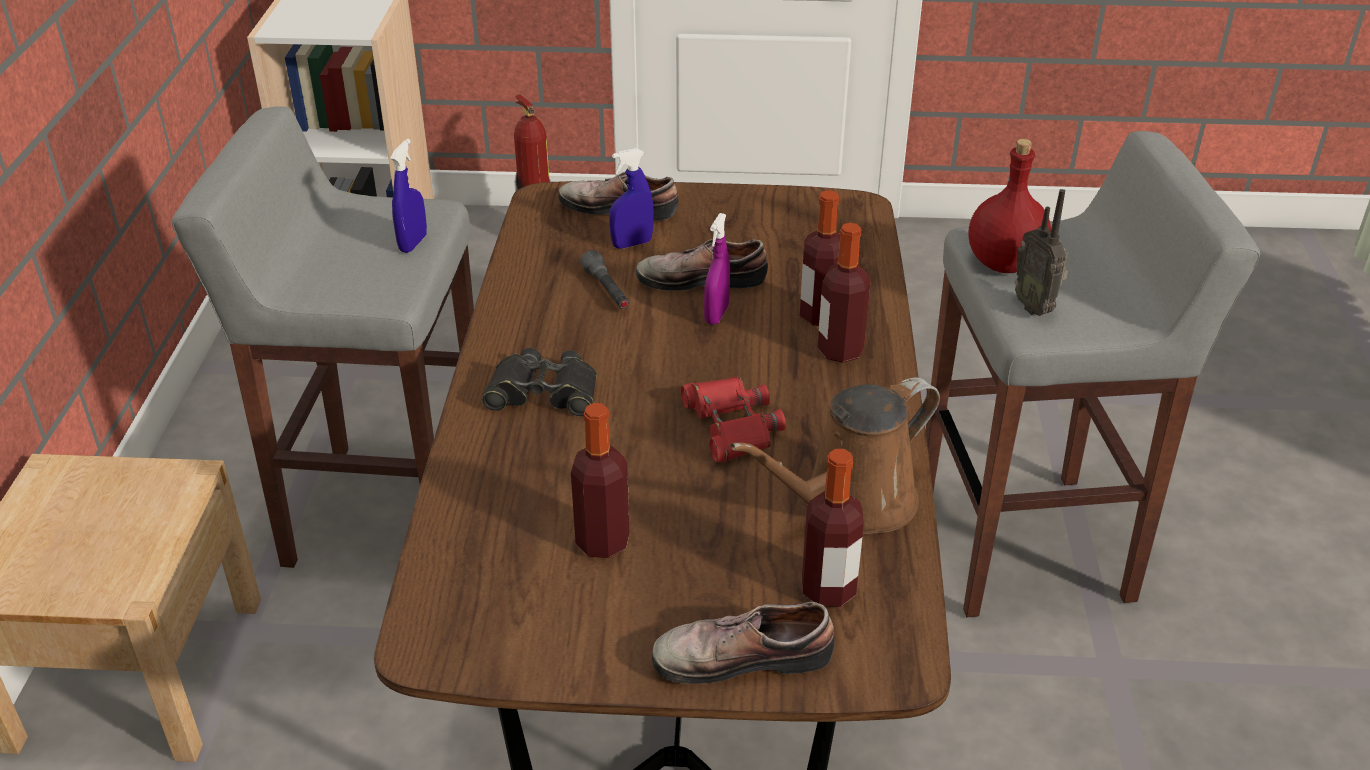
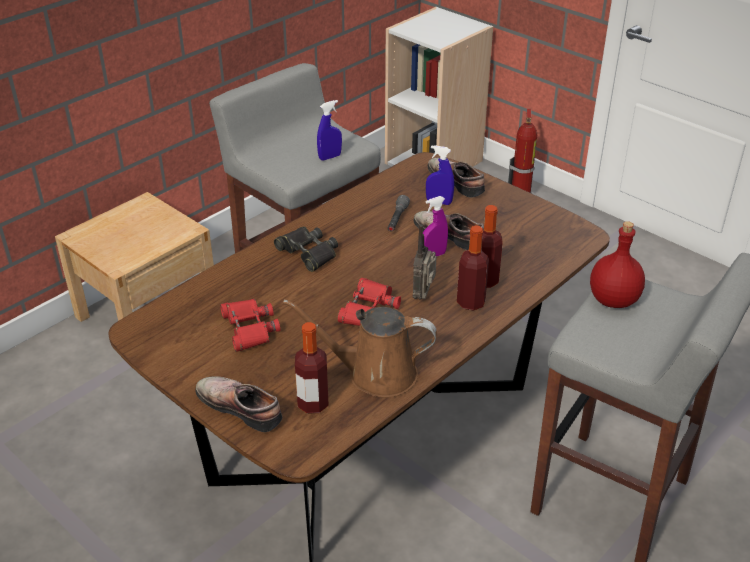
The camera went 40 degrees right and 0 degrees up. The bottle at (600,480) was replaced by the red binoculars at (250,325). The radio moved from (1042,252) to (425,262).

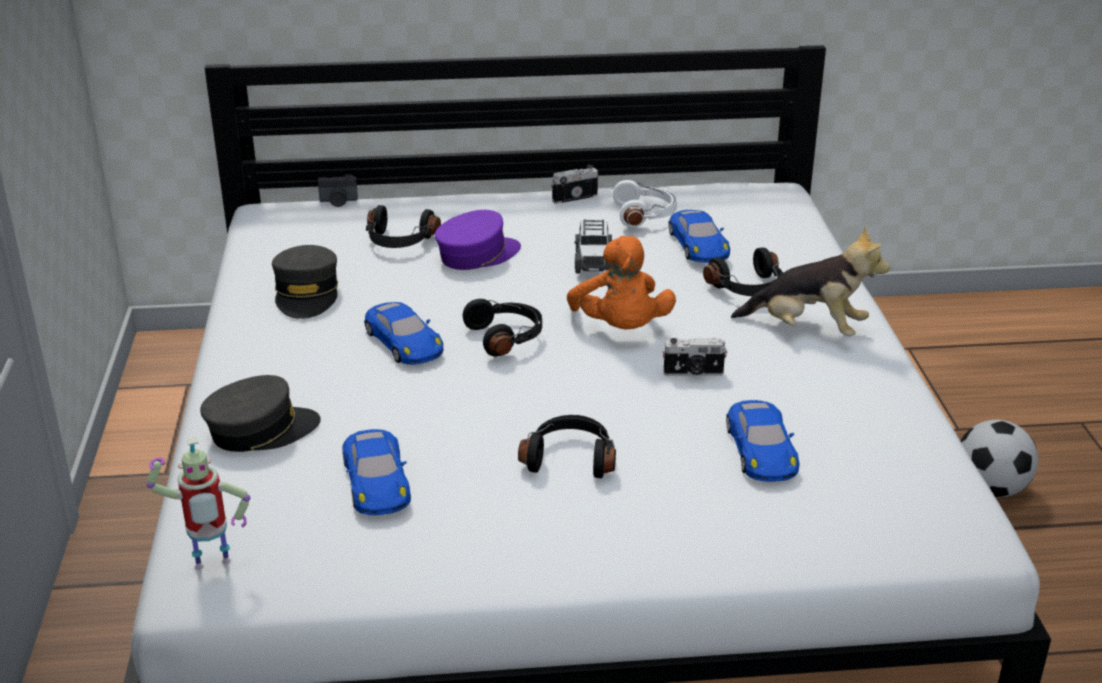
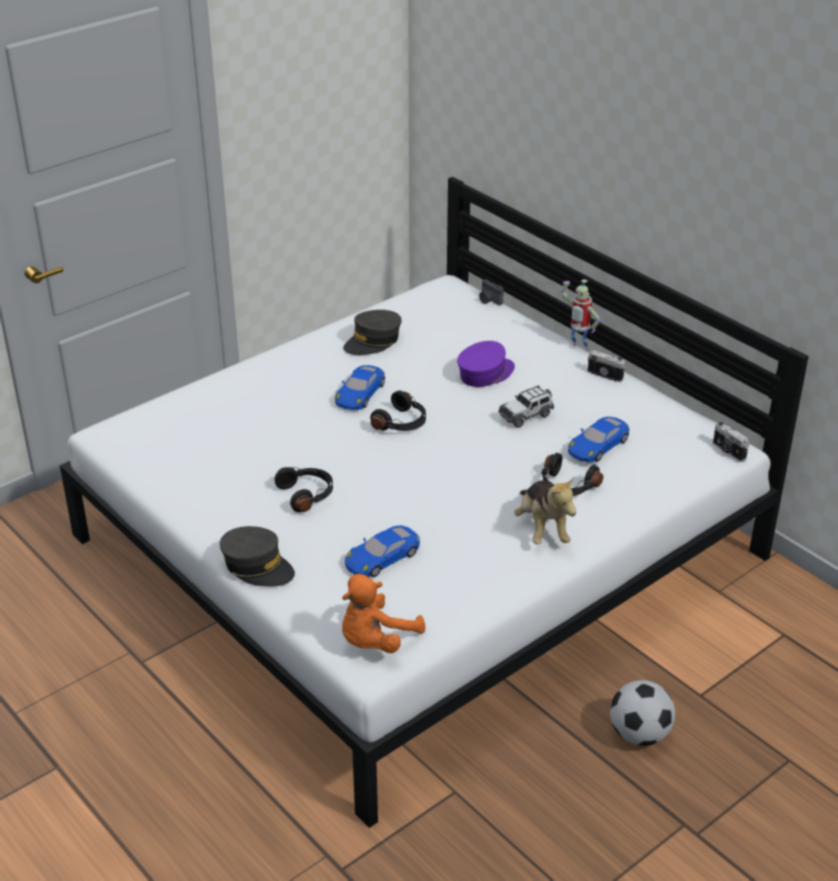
The camera went 55 degrees right and 5 degrees up. The toy robot moved from (199,503) to (580,314). The grey cap moved from (260,413) to (257,556). The blue toy car at (376,472) disappeared. The black headphones at (403,226) disappeared. The purple cap at (478,240) turned 60 degrees counterclockwise. The orange plush toy moved from (621,282) to (383,613). The white headphones at (645,203) disappeared. The photo camera moved from (694,357) to (731,442).

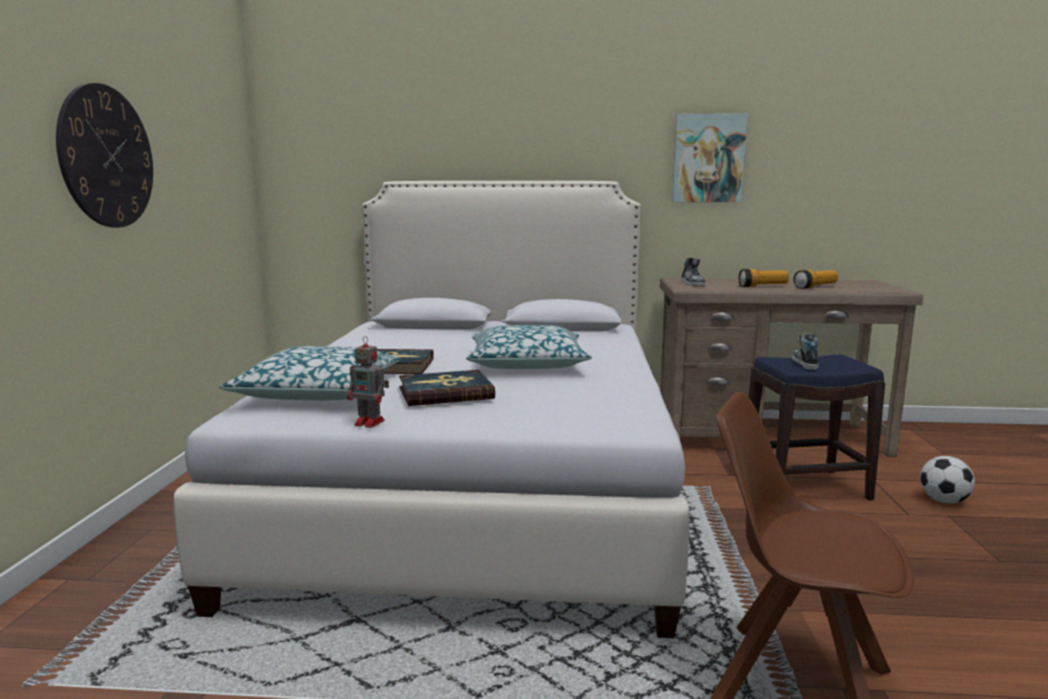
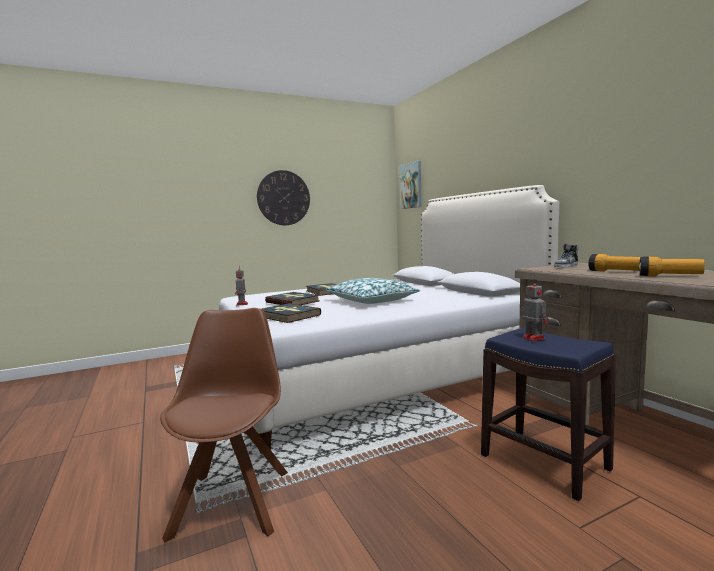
The camera went 60 degrees right and 5 degrees down. The pillow at (310,373) disappeared. The picture moved from (710,157) to (410,185). The shoe at (805,351) was replaced by the toy robot at (535,310). The football at (947,479) disappeared. The book at (291,313) appeared.

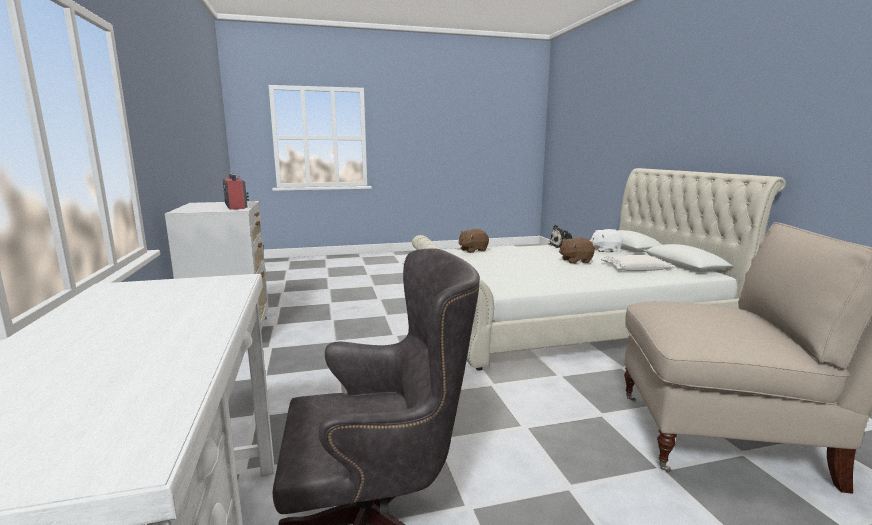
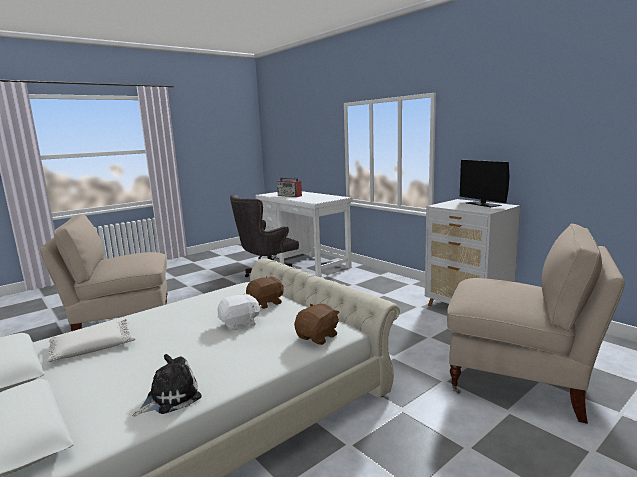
The camera went 155 degrees right and 0 degrees up. The radio moved from (236,190) to (289,187). The brown plush toy moved from (577,251) to (265,292). The white plush toy moved from (606,240) to (239,312). The beige chair at (536,323) appeared. The monitor at (485,183) appeared.

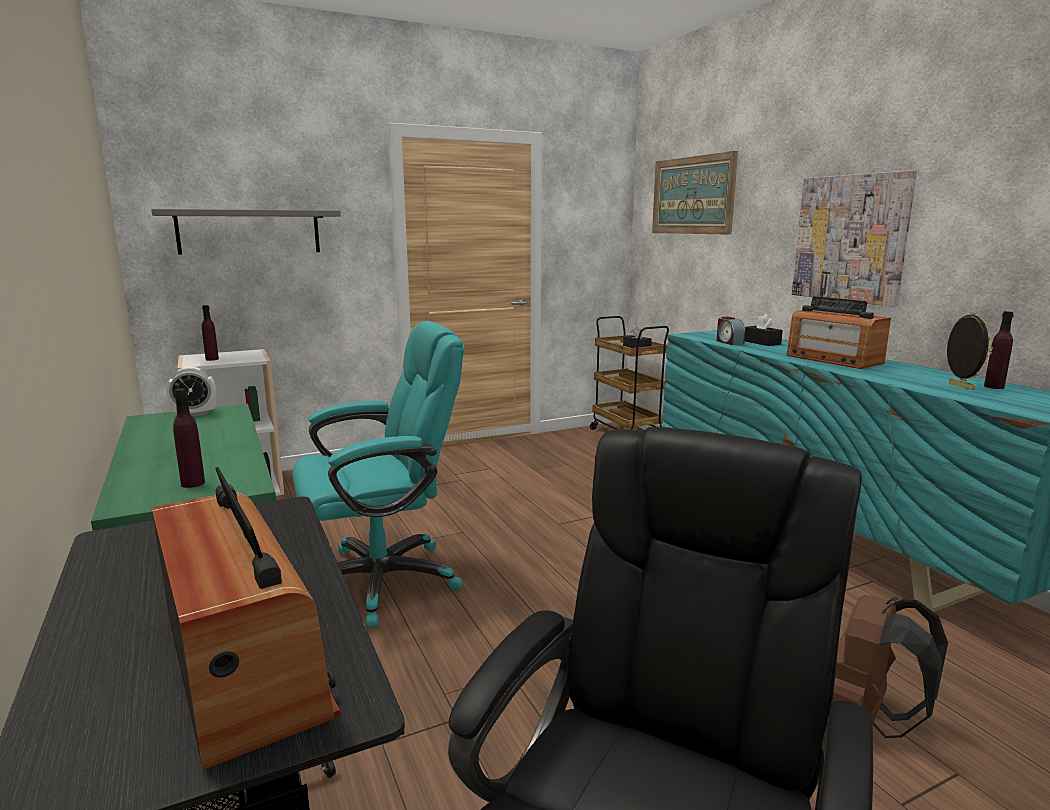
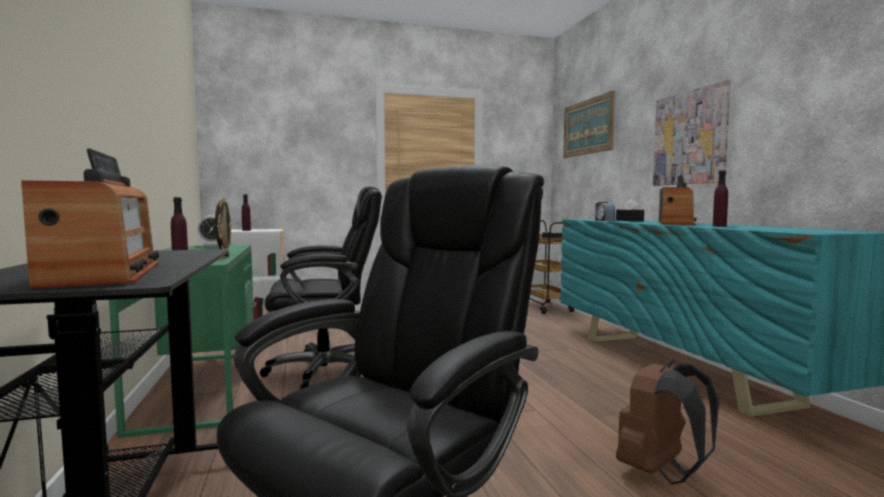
The camera went 10 degrees right and 10 degrees down. The grey shelf at (246,232) disappeared. The turquoise office chair at (378,474) became the black office chair at (320,287). The radio at (839,332) turned 135 degrees counterclockwise. The picture frame moved from (970,351) to (223,228). The purple bottle moved from (999,350) to (720,198).

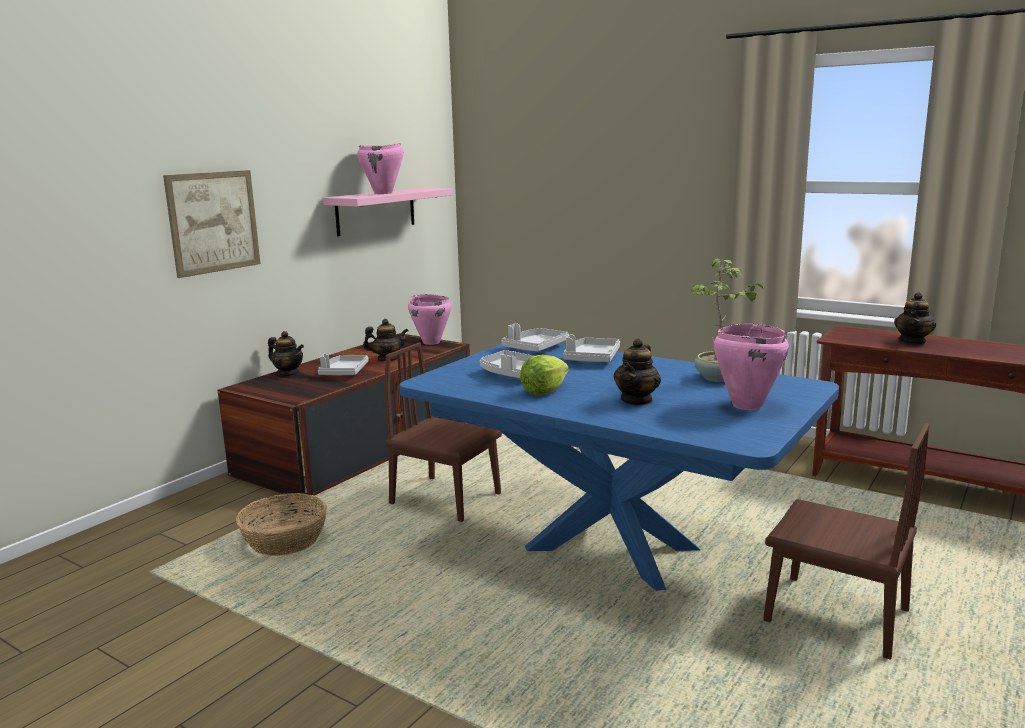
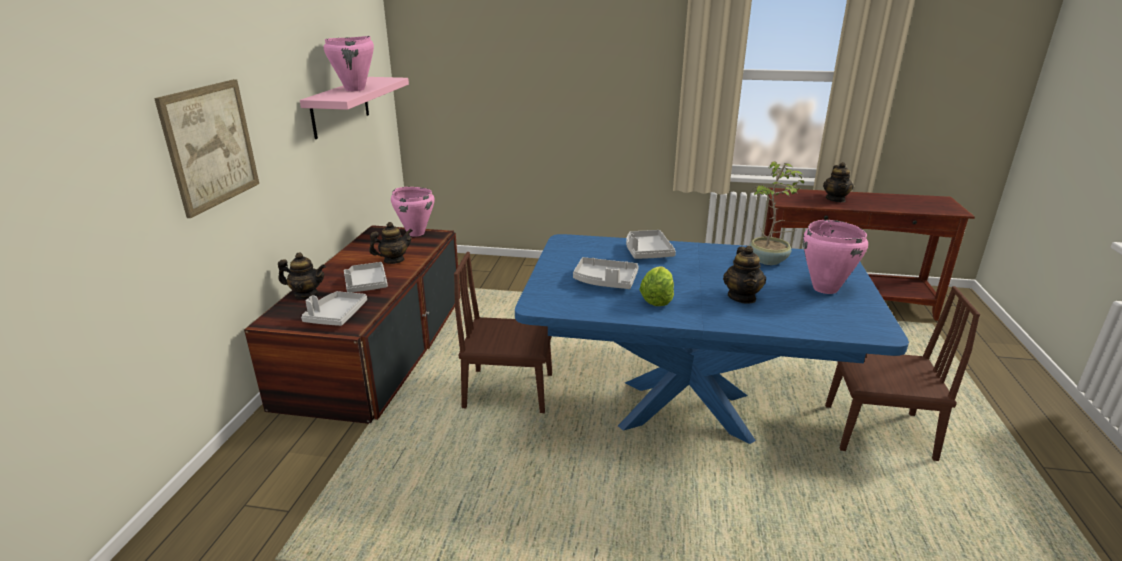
The camera went 25 degrees left and 10 degrees up. The basket at (281,524) disappeared. The grey tray moved from (535,337) to (334,308).

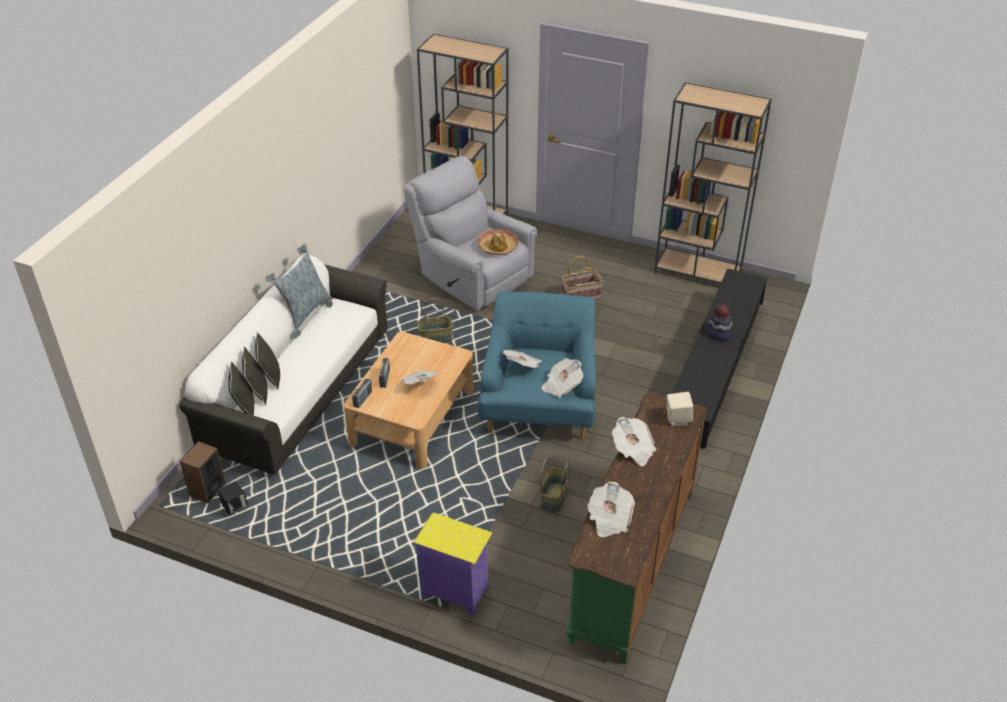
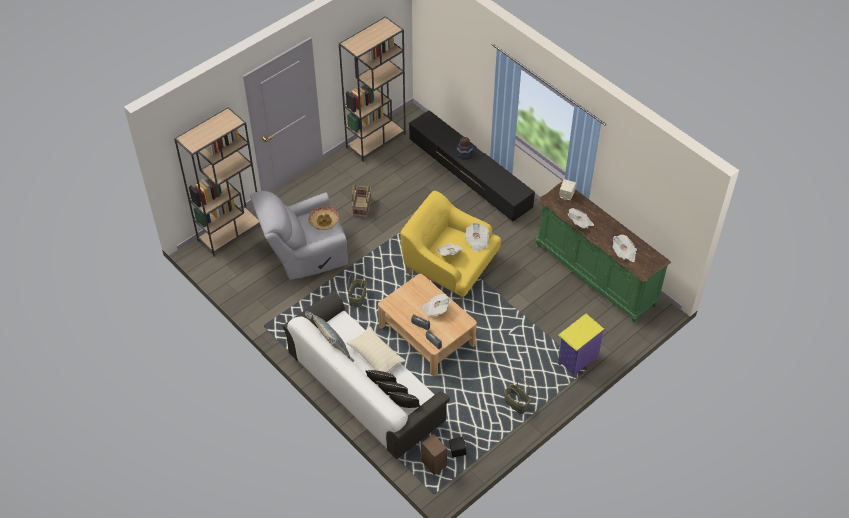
The camera went 65 degrees left and 10 degrees up. The blue armchair at (536,365) became the yellow armchair at (450,246). The basket moved from (555,485) to (517,396). The beige pillow at (376,349) appeared.

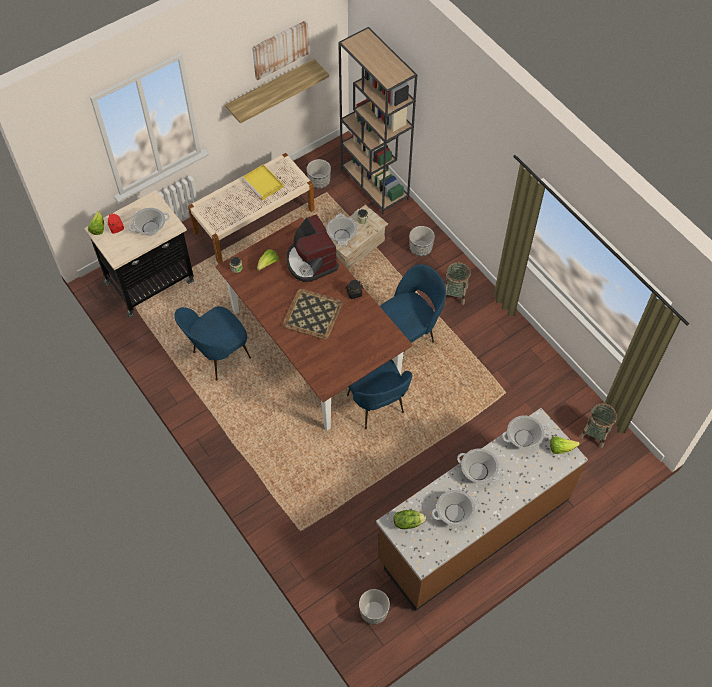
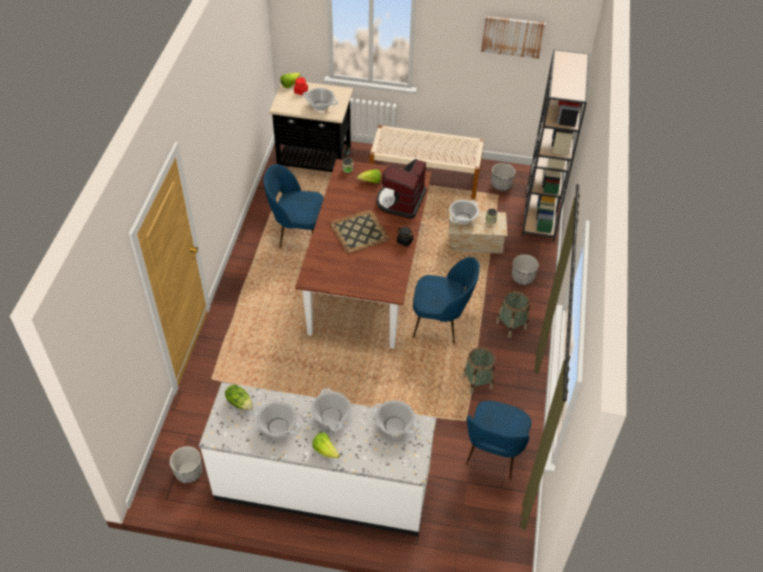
The camera went 45 degrees right and 10 degrees down. The shelf at (277,91) disappeared. The yellow tray at (262,182) disappeared. The blue chair moved from (379,394) to (499,440). The brown counter at (482,509) became the white counter at (317,459). The lettuce moved from (565,445) to (326,445). The basket moved from (598,425) to (479,370).

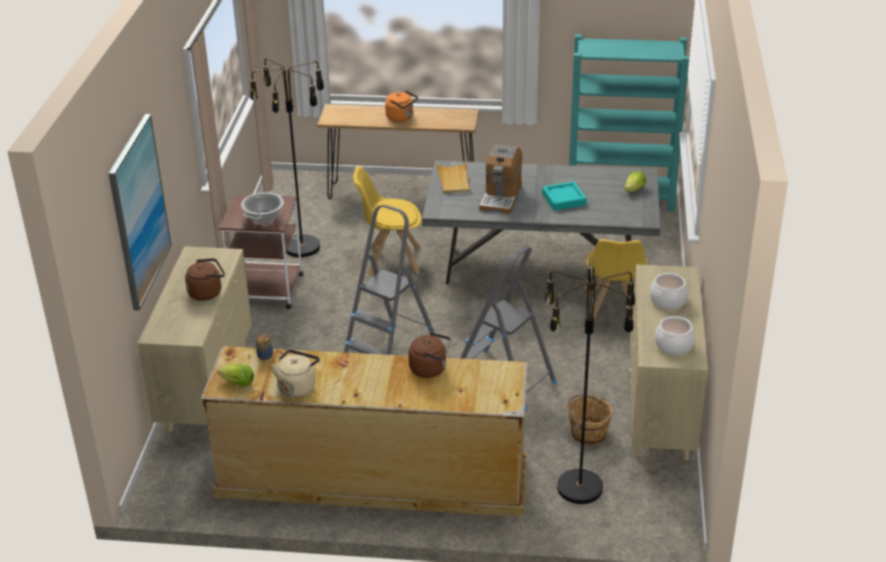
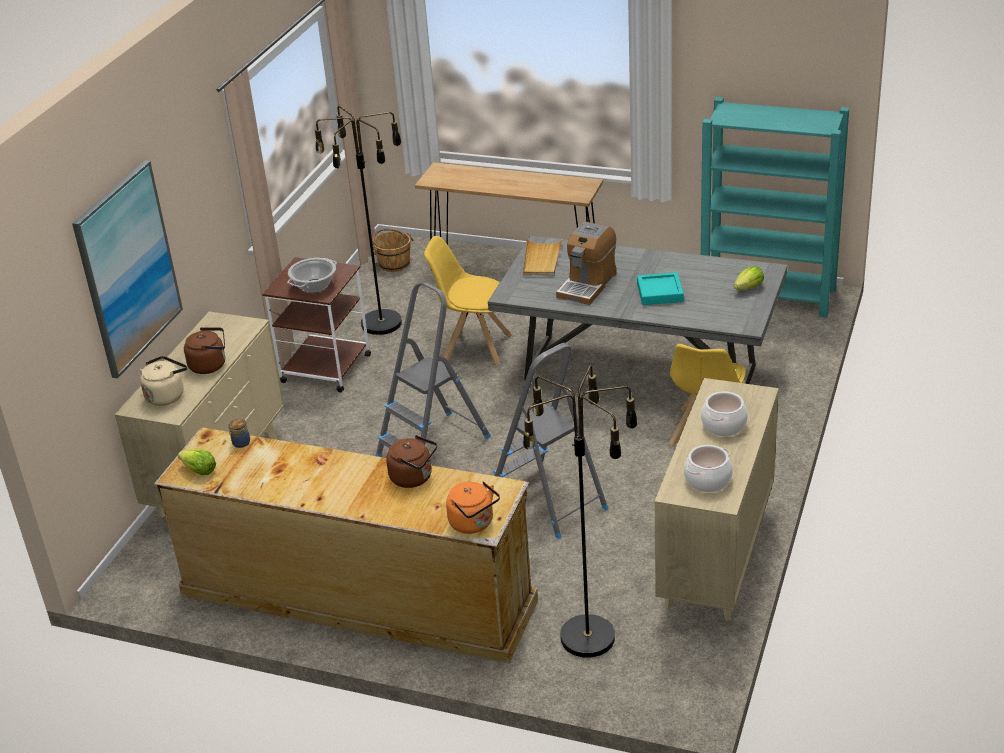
The camera went 15 degrees right and 0 degrees up. The beige kettle moved from (295,374) to (163,381). The orange kettle moved from (401,106) to (473,507). The brown bucket moved from (589,419) to (392,250).

